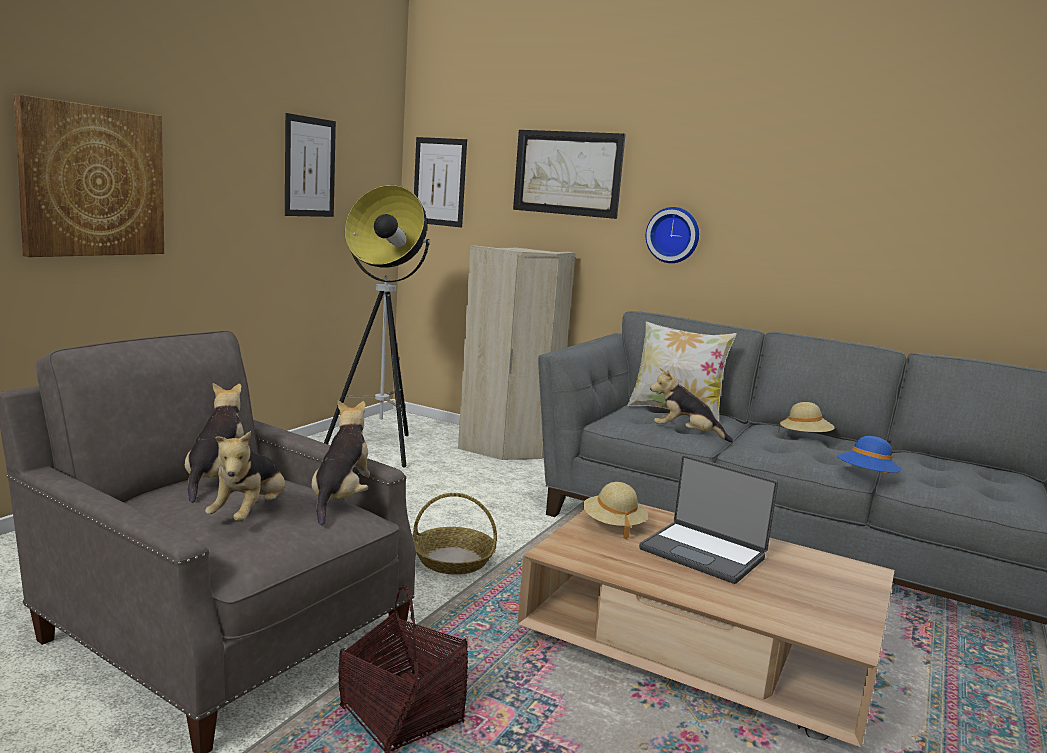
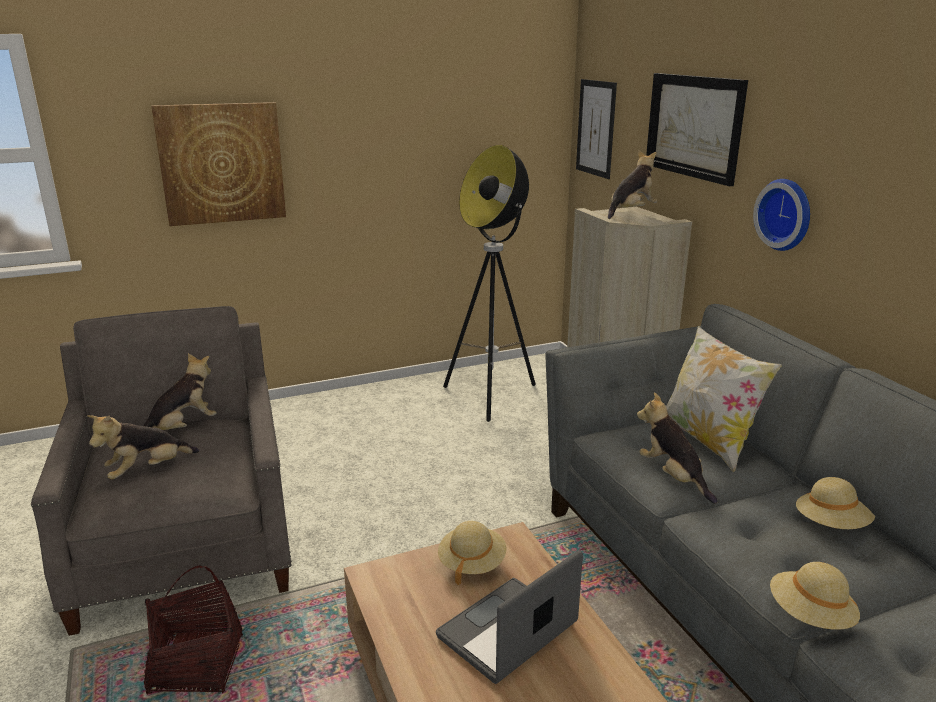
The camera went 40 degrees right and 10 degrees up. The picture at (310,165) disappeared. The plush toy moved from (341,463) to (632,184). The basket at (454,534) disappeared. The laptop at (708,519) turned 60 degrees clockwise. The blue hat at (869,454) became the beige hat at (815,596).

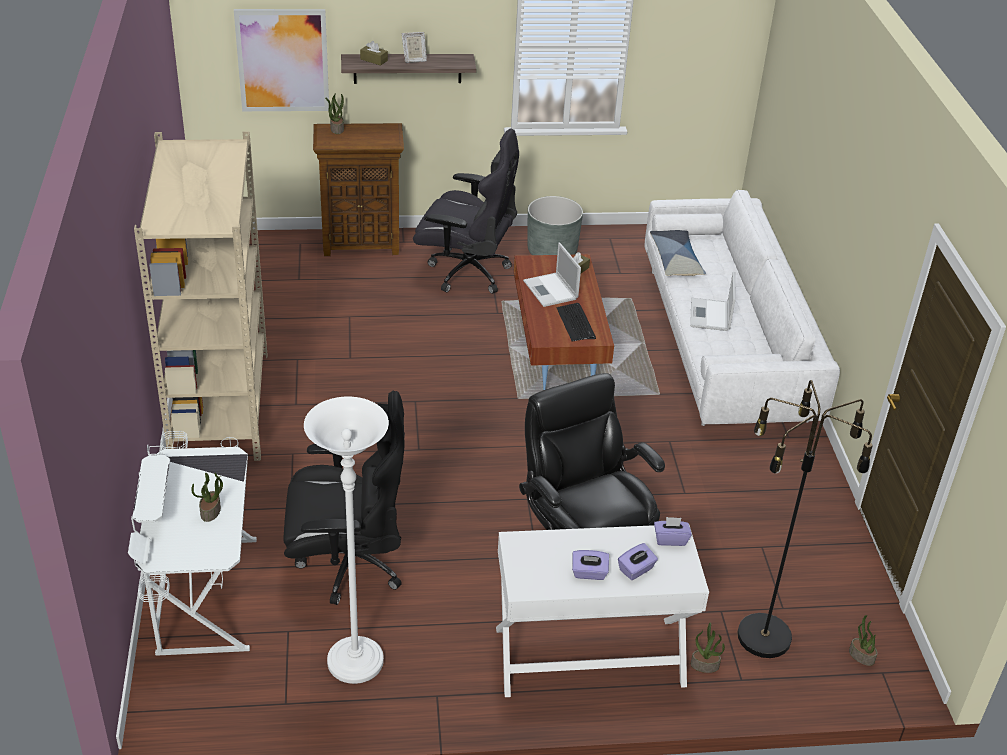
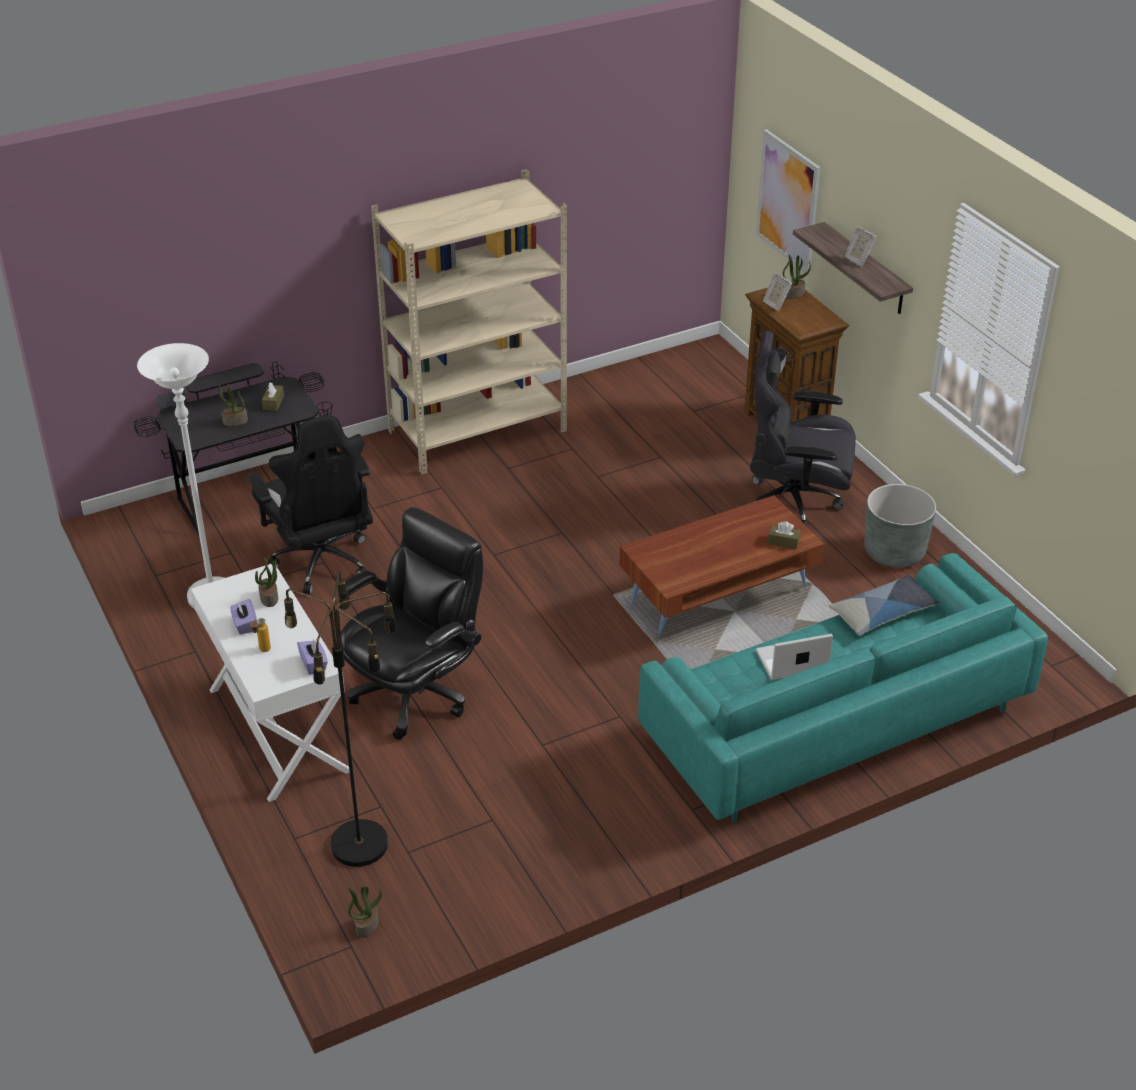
The camera went 70 degrees right and 0 degrees up. The white desk at (192,543) became the black desk at (233,448). The brown tissue box moved from (374,53) to (273,396). The black office chair at (466,211) turned 105 degrees clockwise. The laptop at (552,275) disappeared. The keyboard at (576,322) disappeared. The purple tissue box at (638,561) was replaced by the bottle at (260,635). The white sofa at (742,308) became the turquoise sofa at (843,687). The potted plant moved from (708,647) to (267,582). The picture frame at (777,292) appeared.

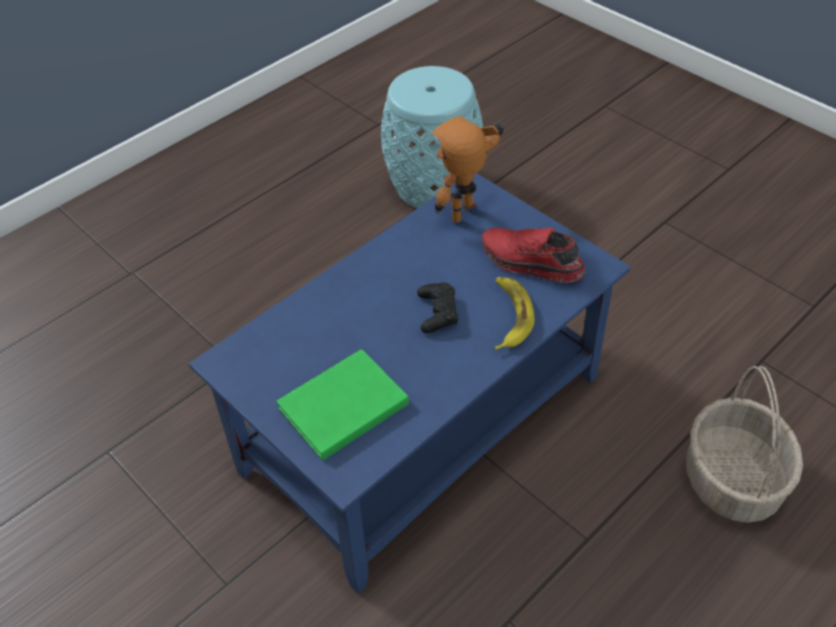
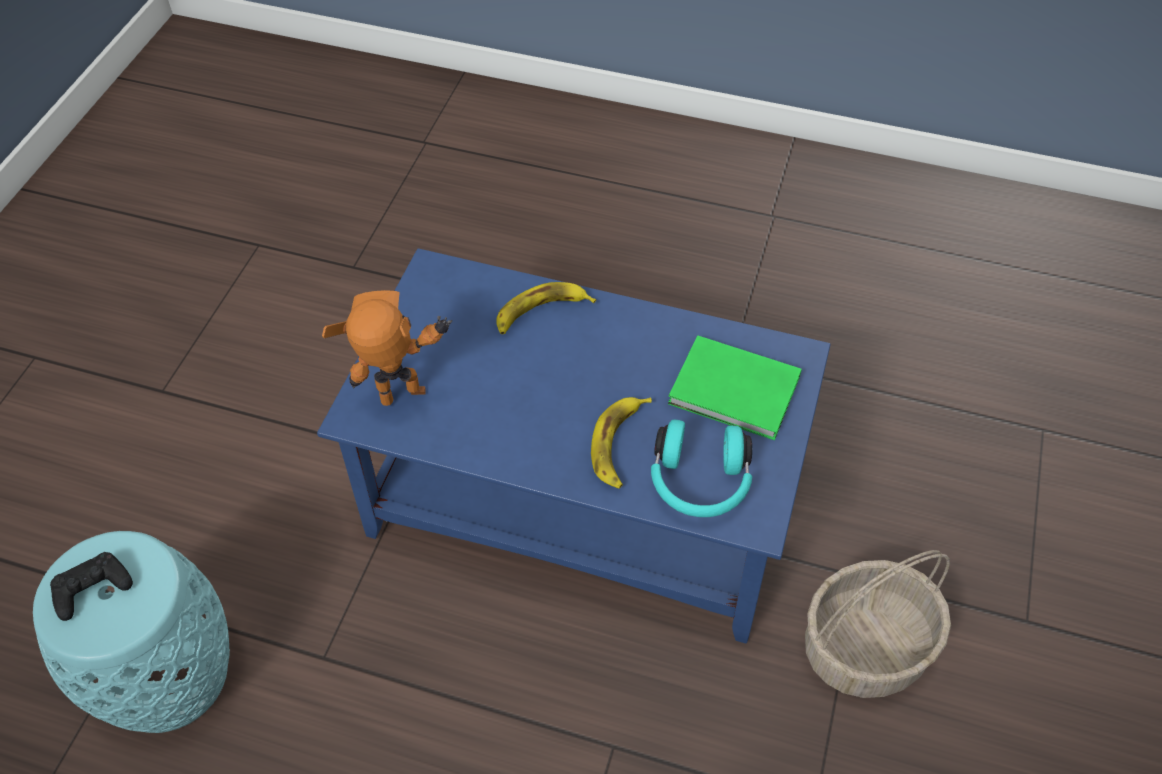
The camera went 120 degrees left and 5 degrees up. The black game controller moved from (438,307) to (91,586). The toy robot at (468,169) turned 150 degrees clockwise. The red shoe at (534,255) disappeared. The basket moved from (744,444) to (878,624). The banana at (621,443) appeared. The turquoise headphones at (701,468) appeared.

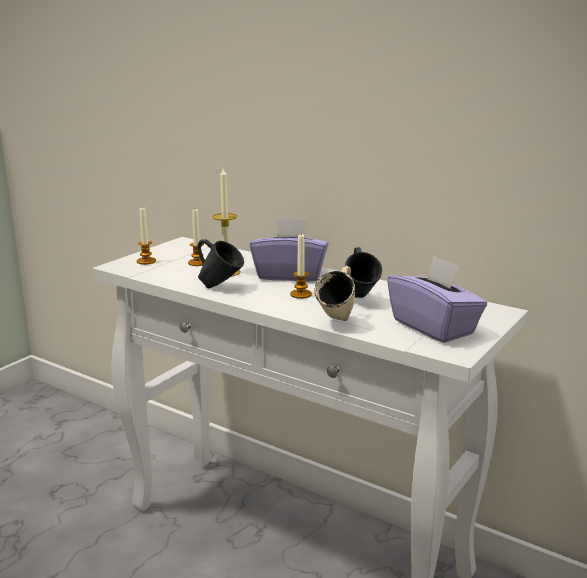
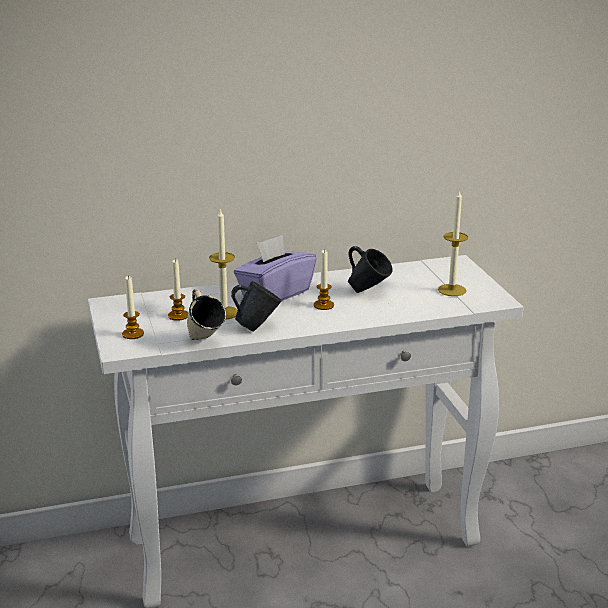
The camera went 50 degrees left and 5 degrees up. The beige mug moved from (334,293) to (206,314). The purple tissue box at (437,299) was replaced by the candle at (453,243).

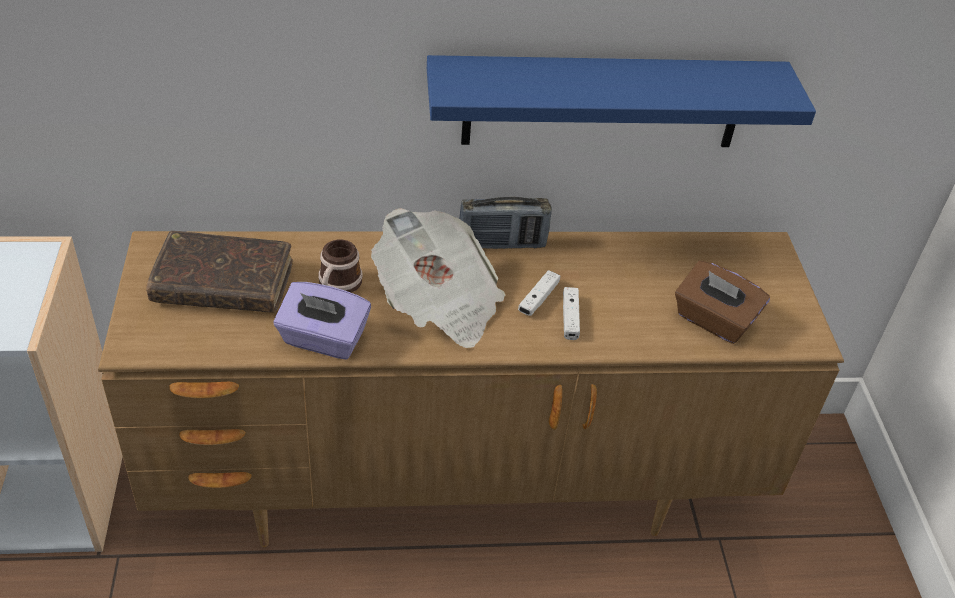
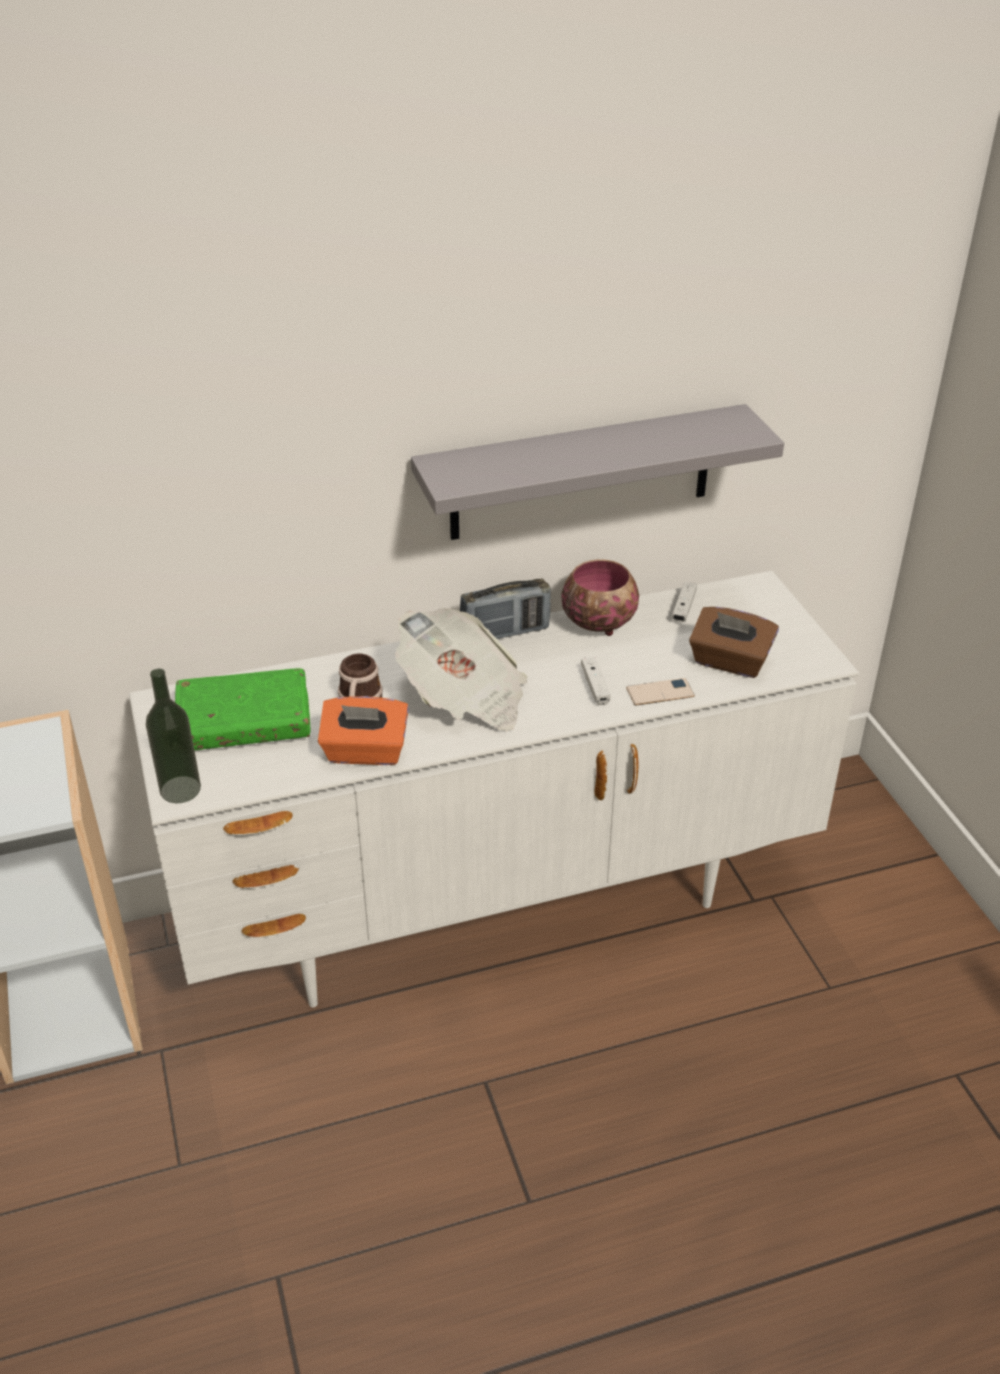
The camera went 10 degrees left and 5 degrees down. The brown dresser at (471,389) became the white dresser at (494,789). The brown book at (219,272) became the green book at (242,709). The purple tissue box at (322,321) became the orange tissue box at (363,730). The blue shelf at (621,101) became the grey shelf at (597,472). The white game controller moved from (539,293) to (684,602). The bottle at (173,736) appeared. The bowl at (600,597) appeared. The phone at (660,692) appeared.

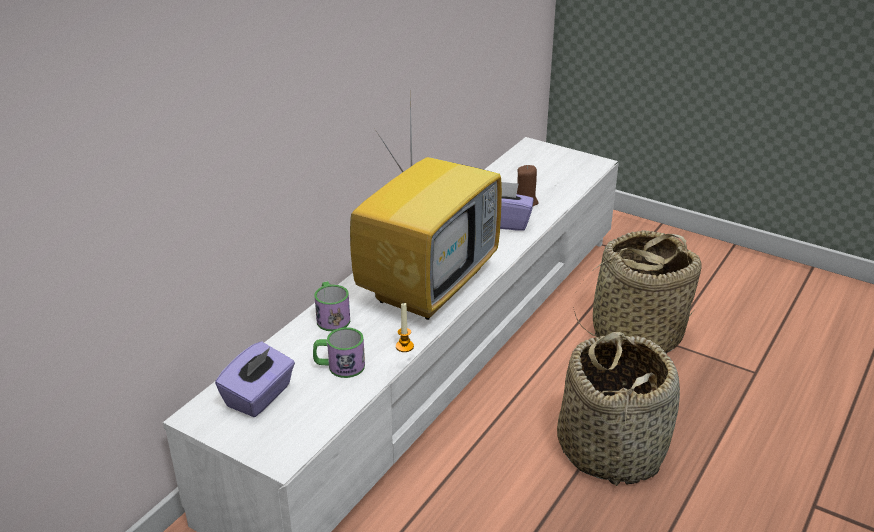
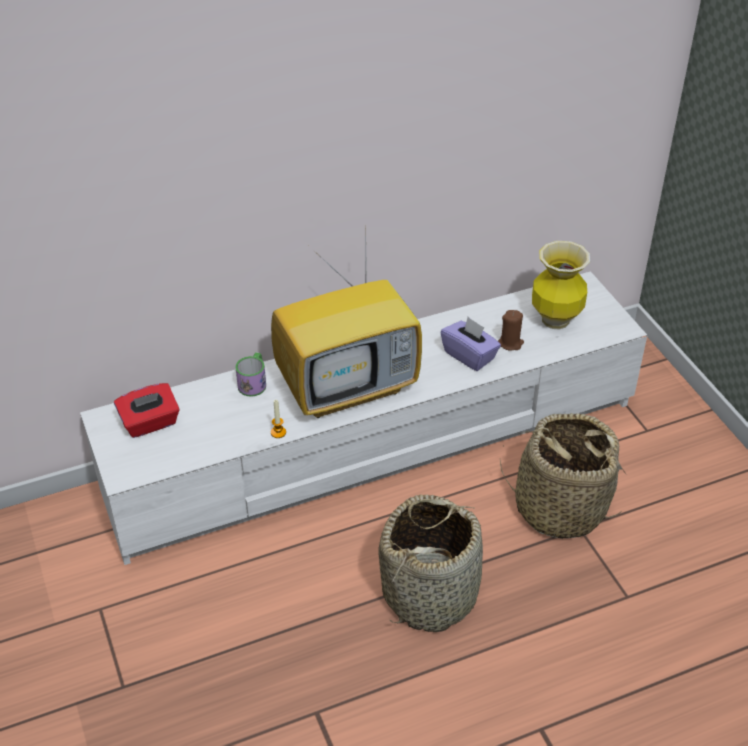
The camera went 35 degrees right and 10 degrees up. The purple tissue box at (255,379) became the red tissue box at (147,410). The mug at (339,352) disappeared. The vase at (561,285) appeared.

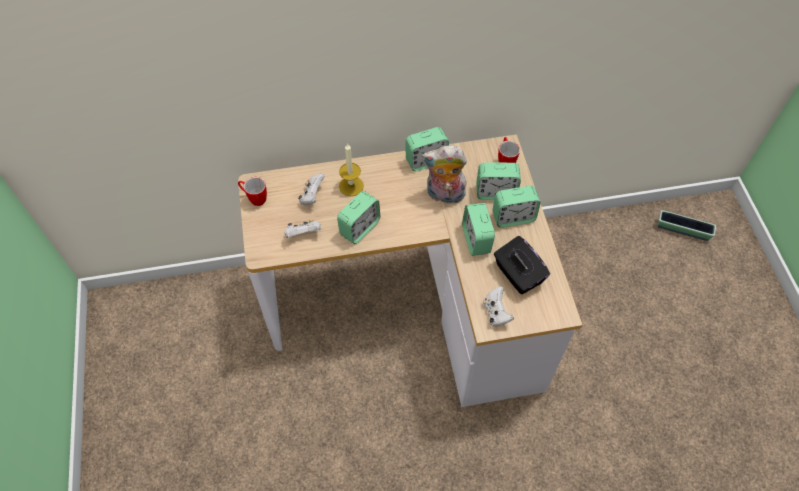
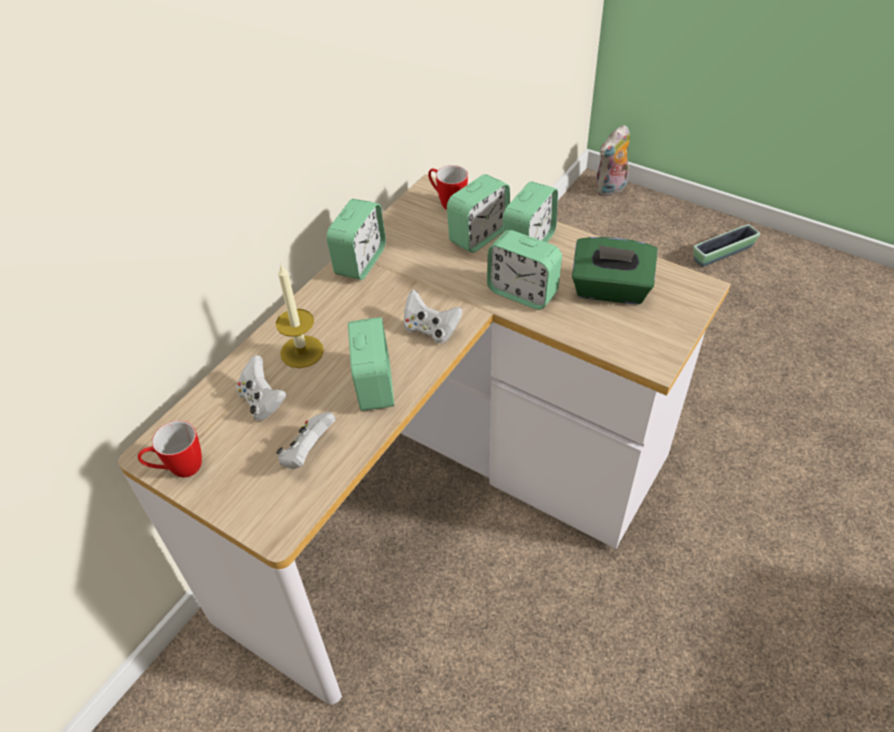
The camera went 45 degrees left and 10 degrees down. The plush toy moved from (445,175) to (612,161). The white game controller moved from (498,306) to (433,316). The black tissue box at (522,265) became the green tissue box at (615,270). The planter moved from (687,225) to (726,245).

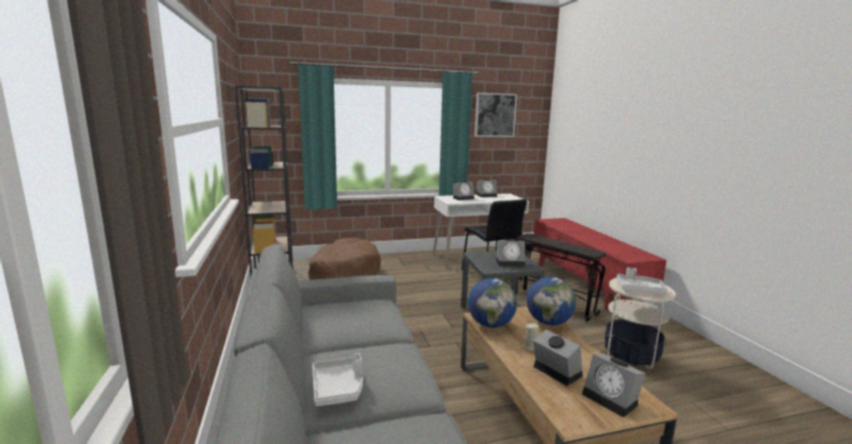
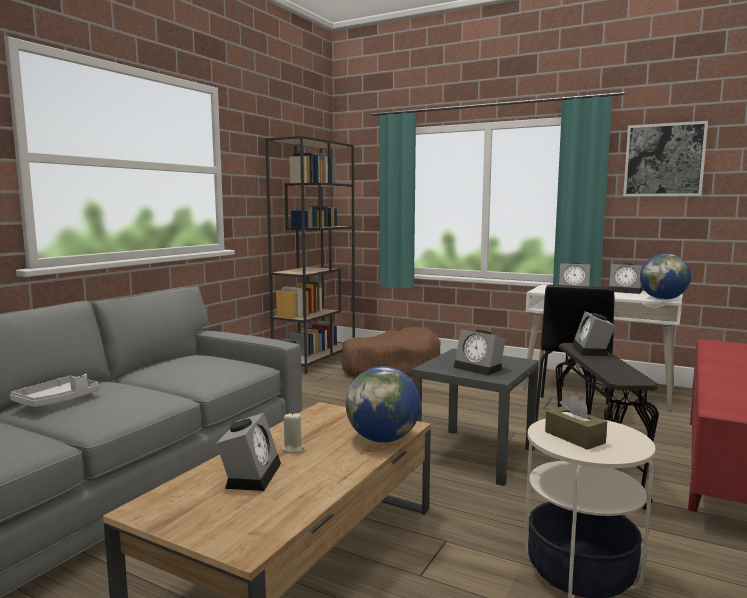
The camera went 45 degrees right and 5 degrees down. The globe moved from (492,303) to (665,277). The alarm clock moved from (613,386) to (593,333). The grey tray at (642,280) was replaced by the brown tissue box at (576,422).

